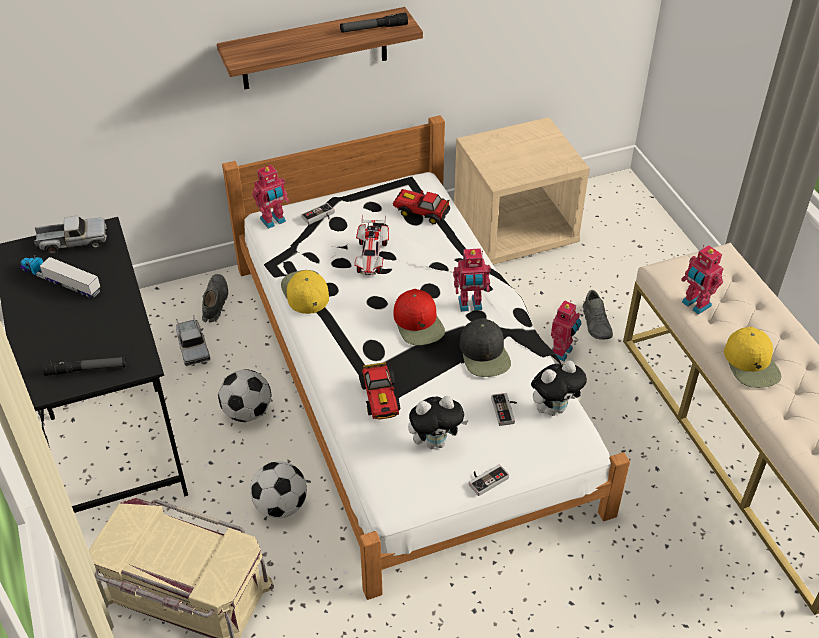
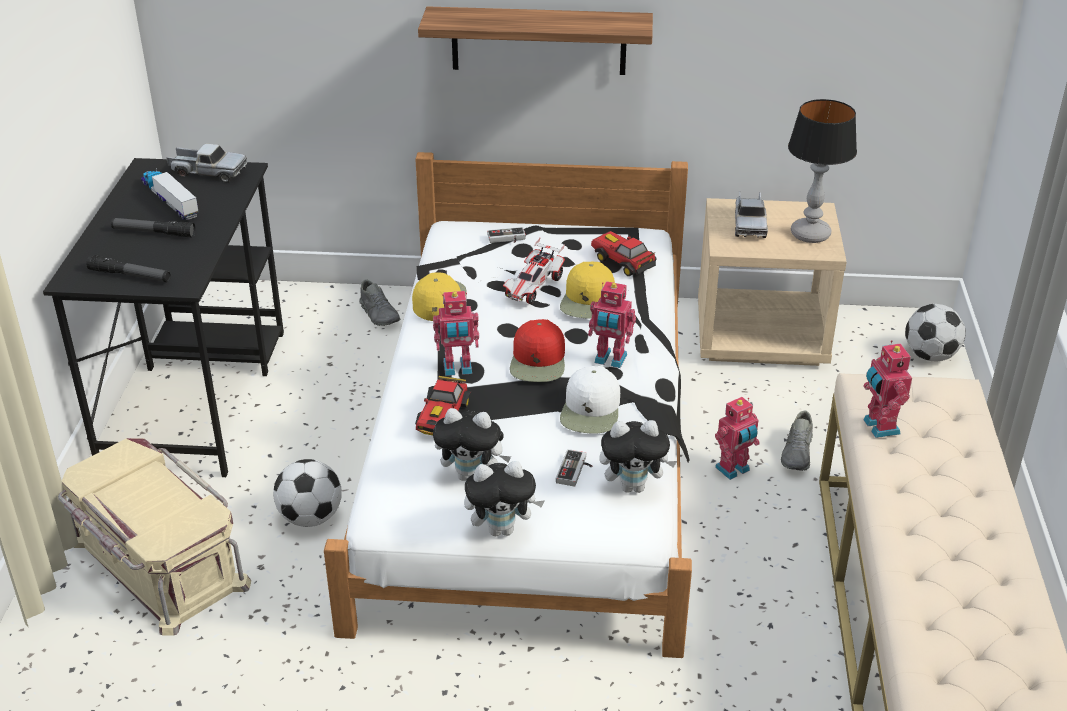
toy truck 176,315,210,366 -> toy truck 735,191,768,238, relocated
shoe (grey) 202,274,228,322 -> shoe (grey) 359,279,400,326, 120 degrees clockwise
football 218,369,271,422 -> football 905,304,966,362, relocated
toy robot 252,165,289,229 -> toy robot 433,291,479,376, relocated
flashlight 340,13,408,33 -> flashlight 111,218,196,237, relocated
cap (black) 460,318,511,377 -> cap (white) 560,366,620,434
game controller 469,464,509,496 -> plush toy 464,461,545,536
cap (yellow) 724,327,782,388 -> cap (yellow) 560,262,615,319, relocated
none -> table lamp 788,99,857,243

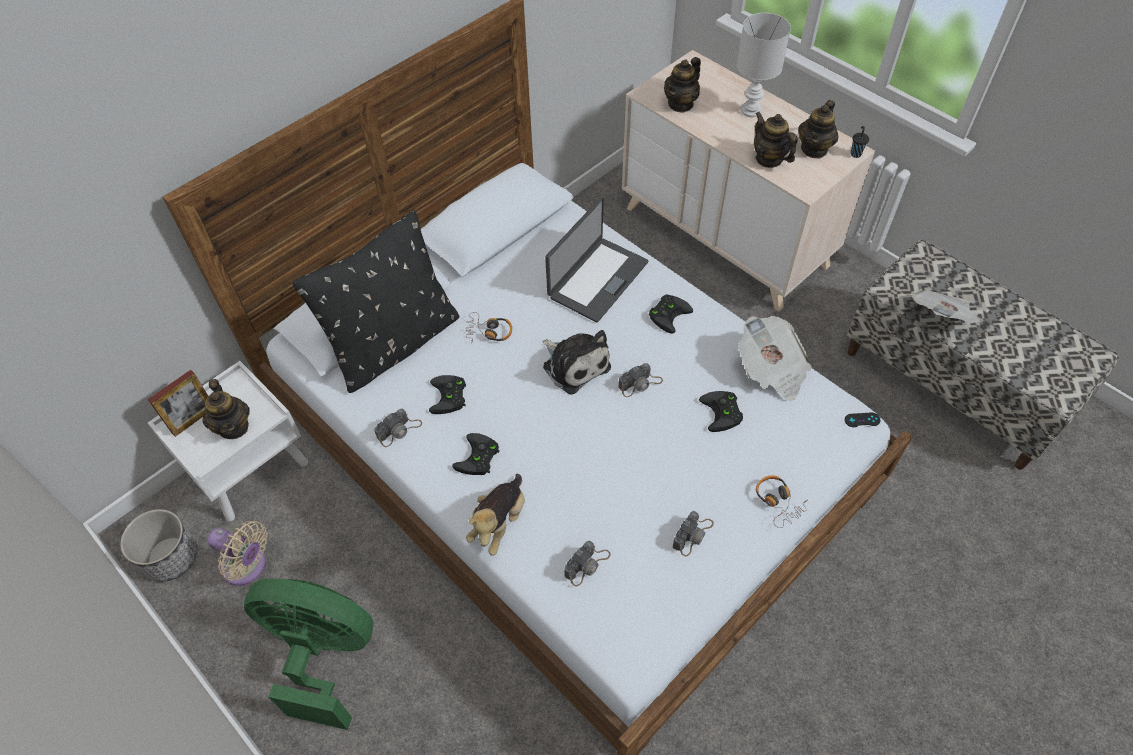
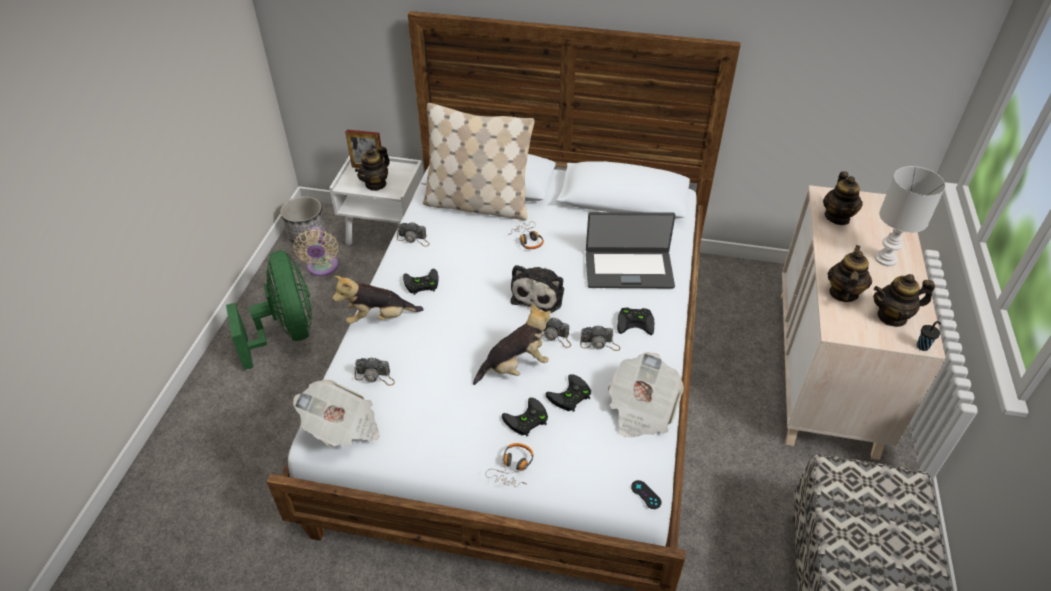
pillow (black) 292,210,459,393 -> pillow (beige) 423,103,534,220
game controller (black) 429,375,466,414 -> game controller (black) 502,397,548,436, relocated
teapot 664,57,701,113 -> teapot 823,171,863,225, 90 degrees counterclockwise
photo camera 673,511,714,556 -> photo camera 580,325,620,351, relocated
newspaper 911,288,982,324 -> newspaper 293,380,380,447, relocated
none -> plush toy 473,303,551,385

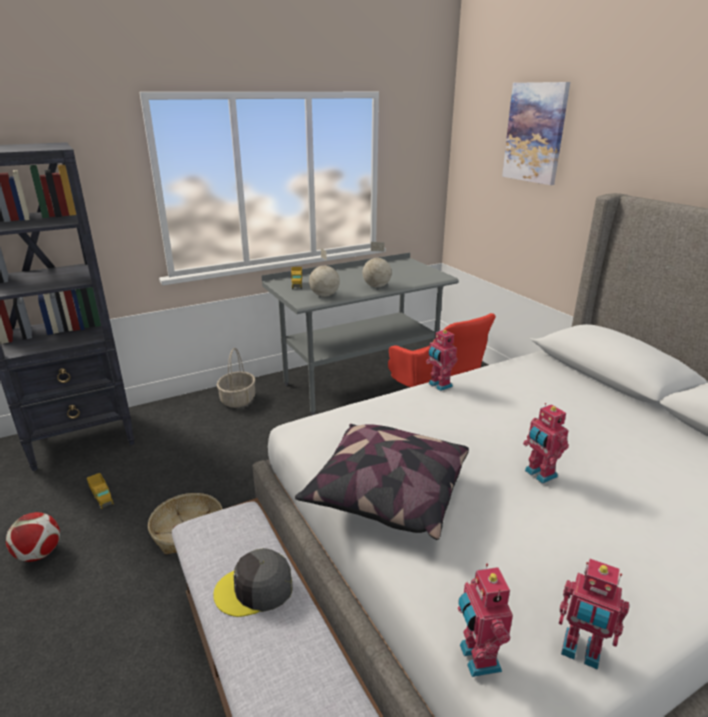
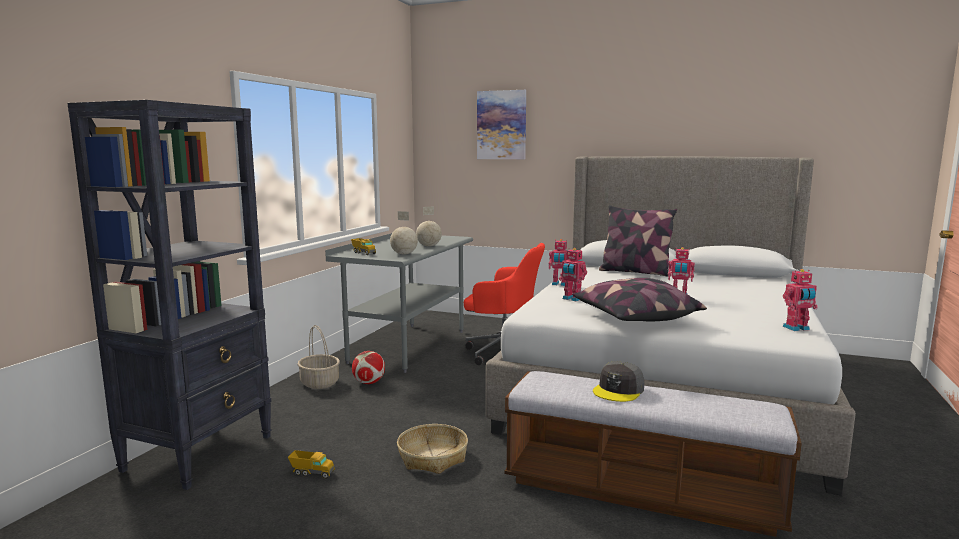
football 6,512,60,562 -> football 352,351,385,384, relocated
toy robot 458,564,513,677 -> toy robot 559,248,587,301, relocated
none -> pillow 599,205,677,277

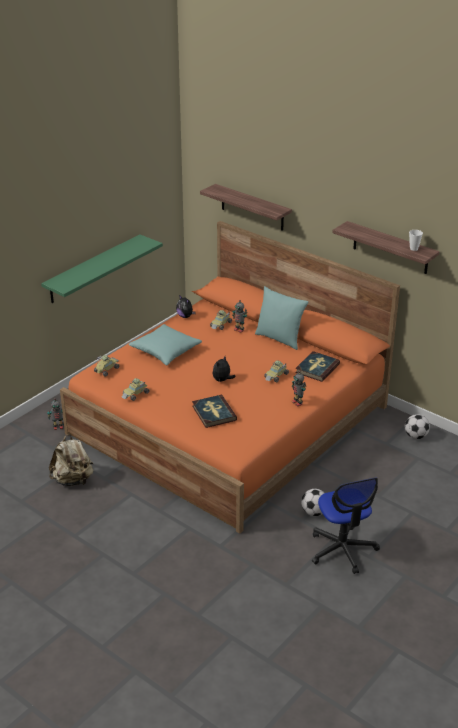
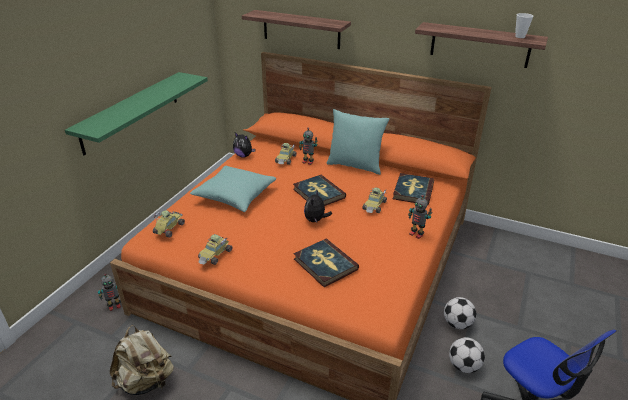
football 405,414,430,439 -> football 444,297,476,329, relocated
none -> book 293,175,346,206

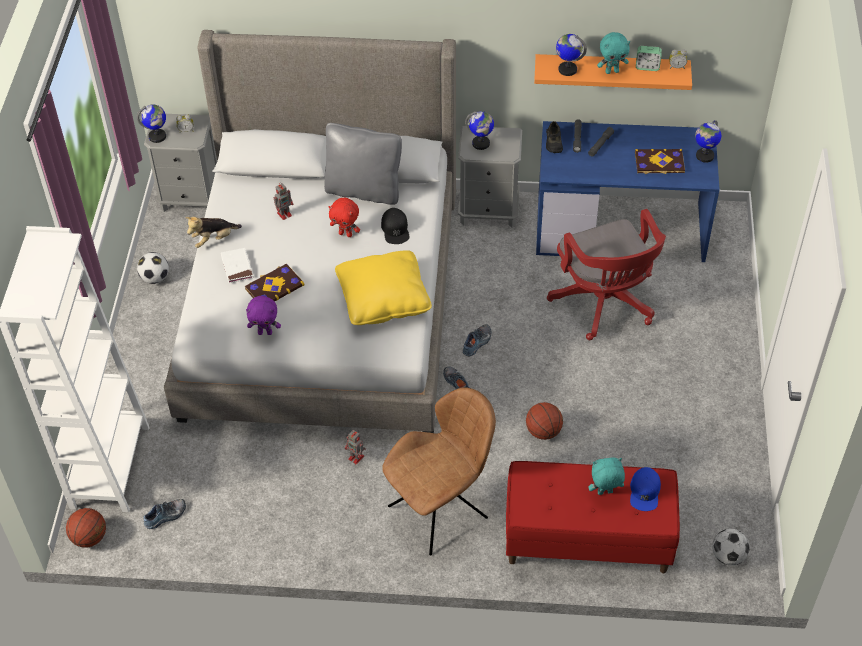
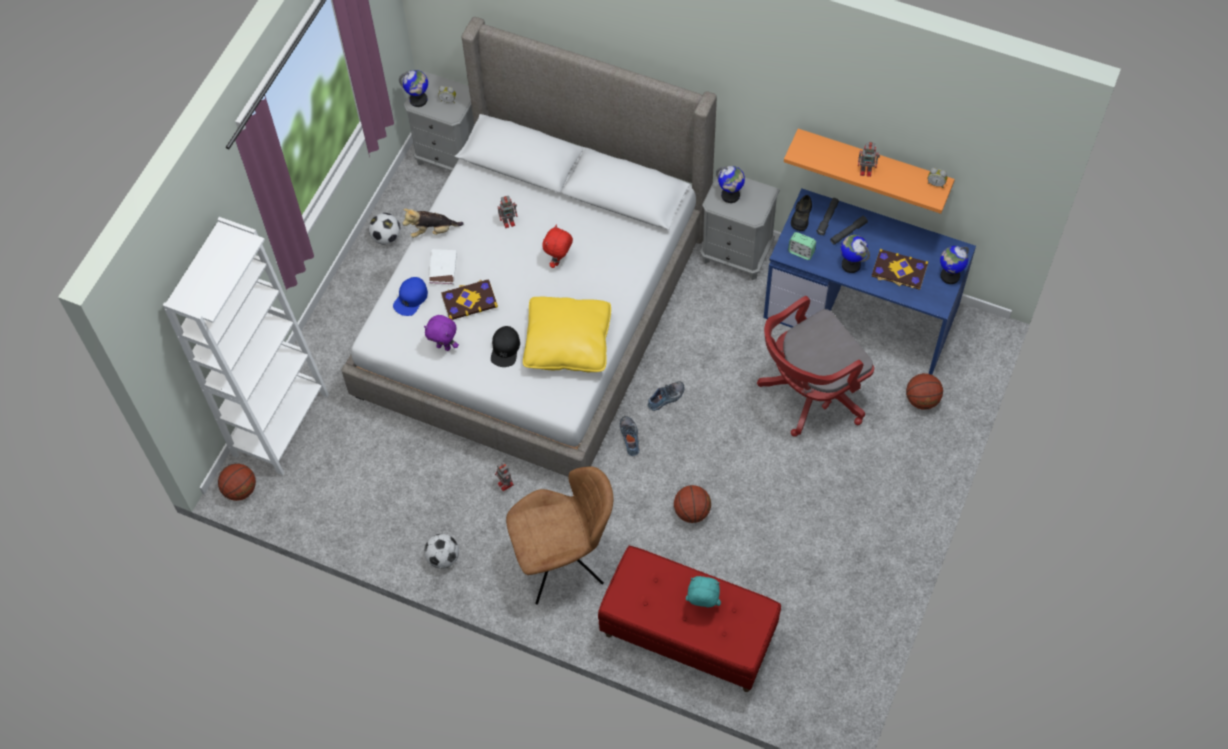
shoe 143,499,186,529 -> none
pillow (grey) 324,123,402,205 -> none
plush toy (red) 328,198,360,237 -> plush toy (red) 542,225,573,268, 75 degrees clockwise
cap (black) 381,208,410,244 -> cap (black) 491,326,520,367, relocated
office chair (red) 547,209,666,340 -> office chair (red) 757,296,874,437, 60 degrees clockwise
globe 556,34,587,76 -> globe 840,235,870,273, relocated
plush toy (turquoise) 597,32,630,74 -> toy robot 858,142,880,177
cap (blue) 630,467,661,511 -> cap (blue) 393,277,428,316, relocated
alarm clock 636,46,662,71 -> alarm clock 788,232,816,260, relocated
football 712,529,750,566 -> football 424,534,459,569, relocated
none -> basketball 906,373,943,410

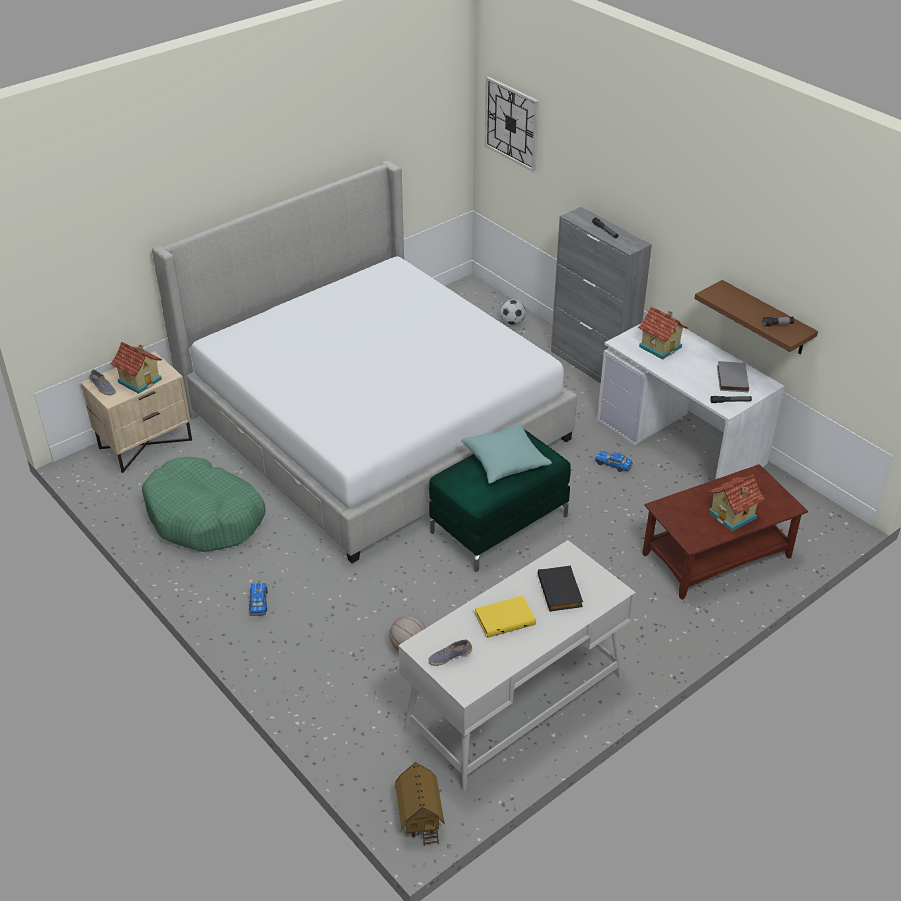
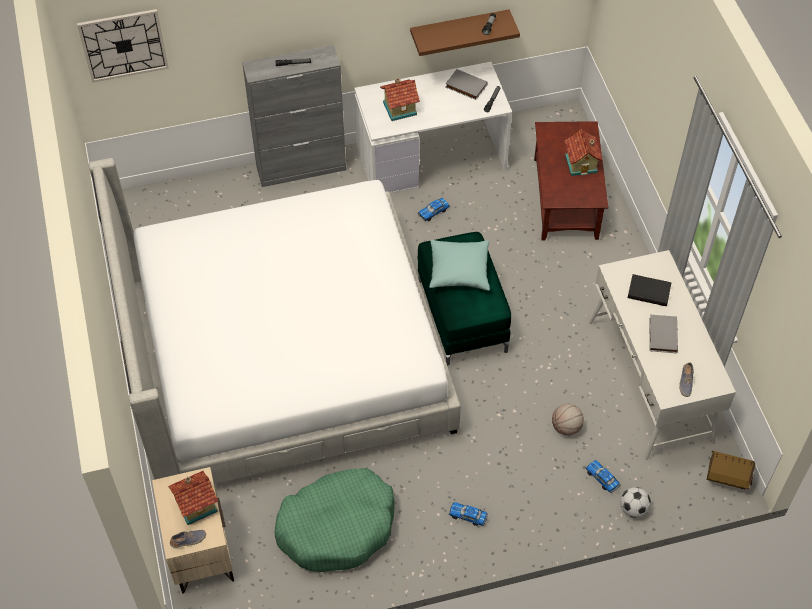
book (yellow) 475,595,536,638 -> book (grey) 649,315,678,353
football 500,299,526,325 -> football 620,487,651,518, relocated
none -> toy car 586,460,620,493

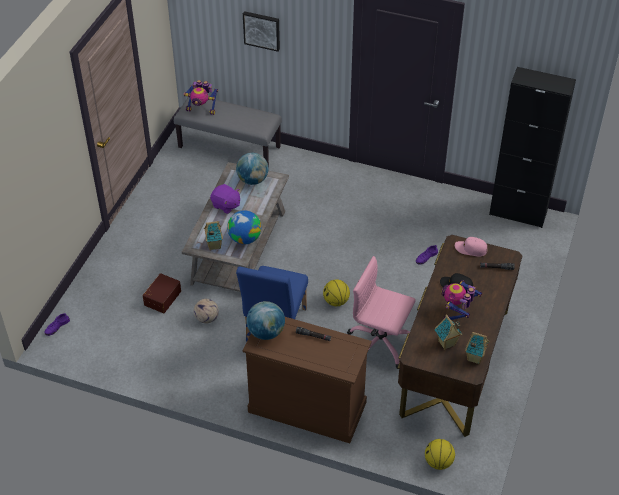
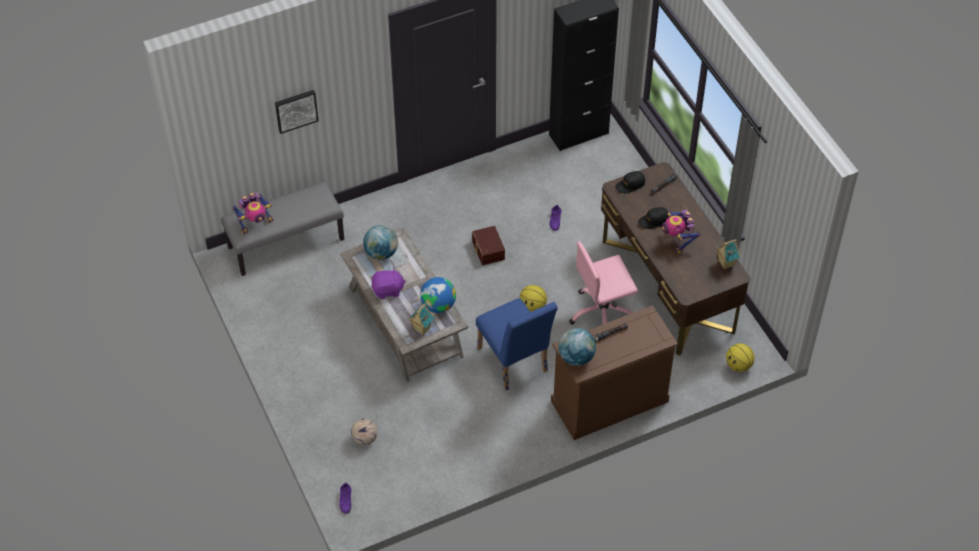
storage box (brown) 142,273,181,313 -> storage box (brown) 472,226,505,265, relocated
football 194,299,219,323 -> football 351,419,378,445, relocated
toy house 435,314,462,350 -> none
cap (pink) 455,237,487,257 -> cap (black) 615,171,645,193

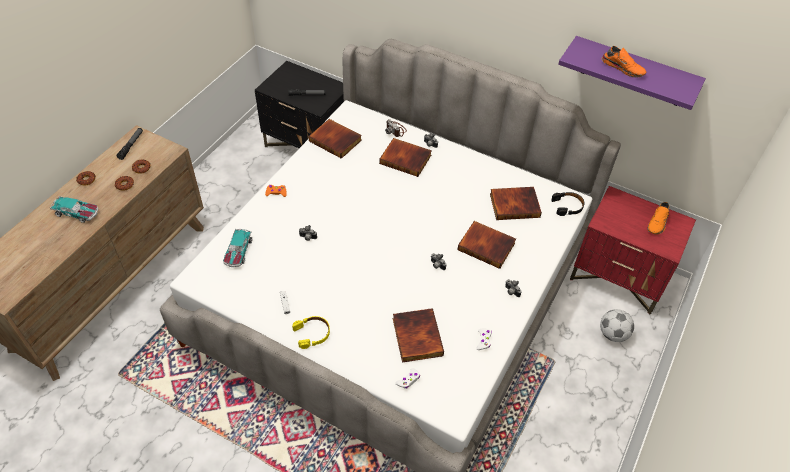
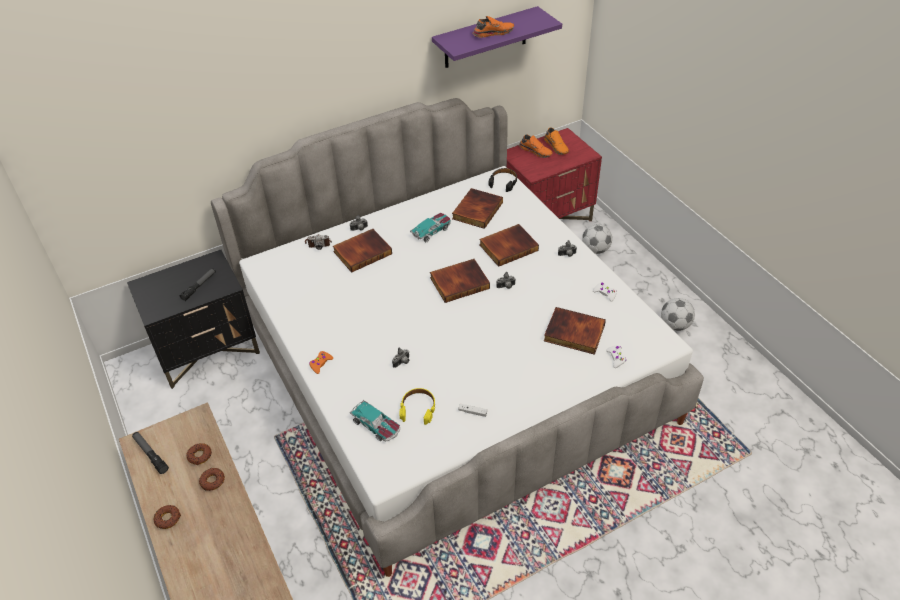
toy car 50,196,99,223 -> toy car 410,213,451,242, relocated
headphones (yellow) 292,316,330,349 -> headphones (yellow) 400,388,435,425, relocated
book 308,119,362,159 -> book 430,259,490,303, relocated
none -> shoe (orange) 519,134,553,158
none -> football 661,298,695,331

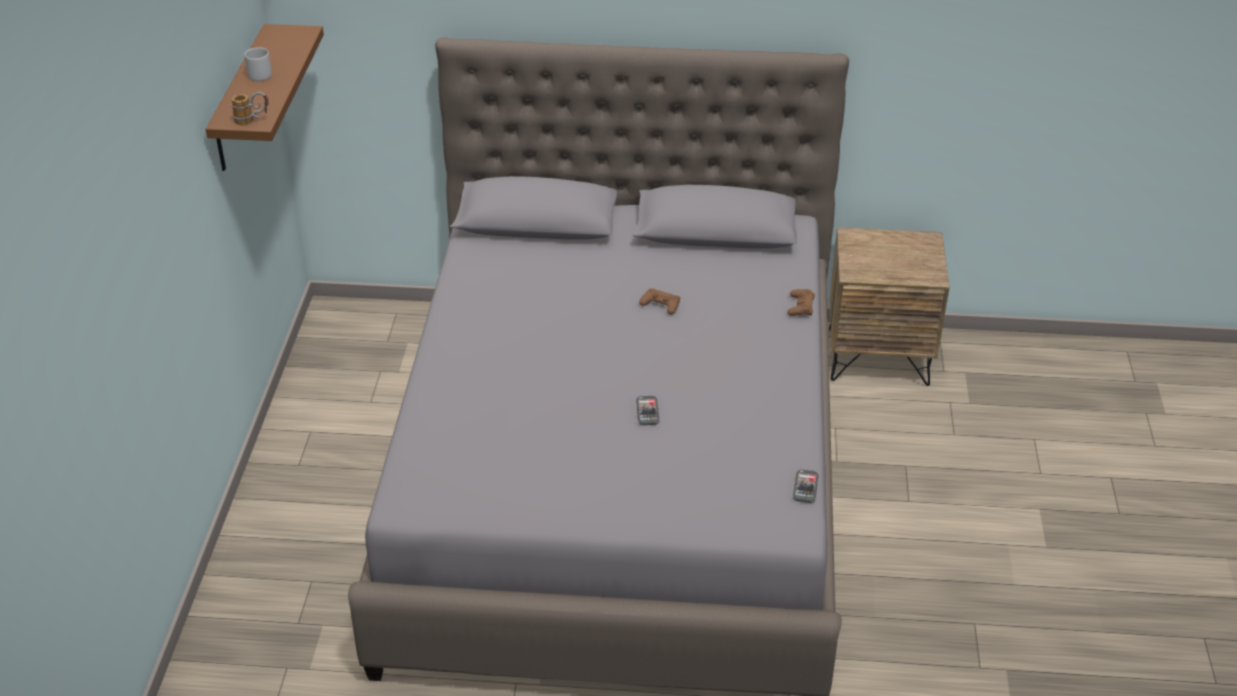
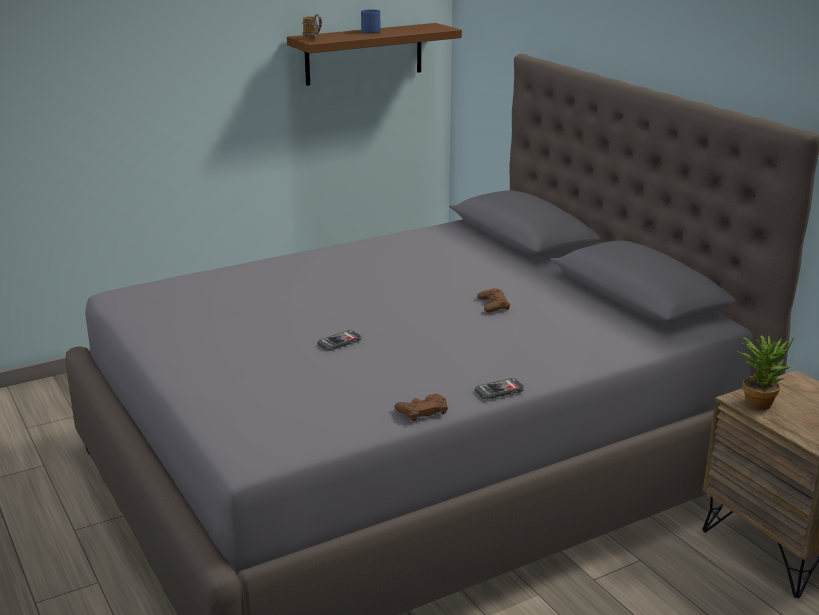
mug (grey) 245,47,272,81 -> mug (blue) 361,9,380,34
game controller (brown) 787,289,815,316 -> game controller (brown) 394,394,448,422, relocated
phone 793,469,819,503 -> phone 475,378,524,399, relocated
none -> potted plant 737,335,793,410

